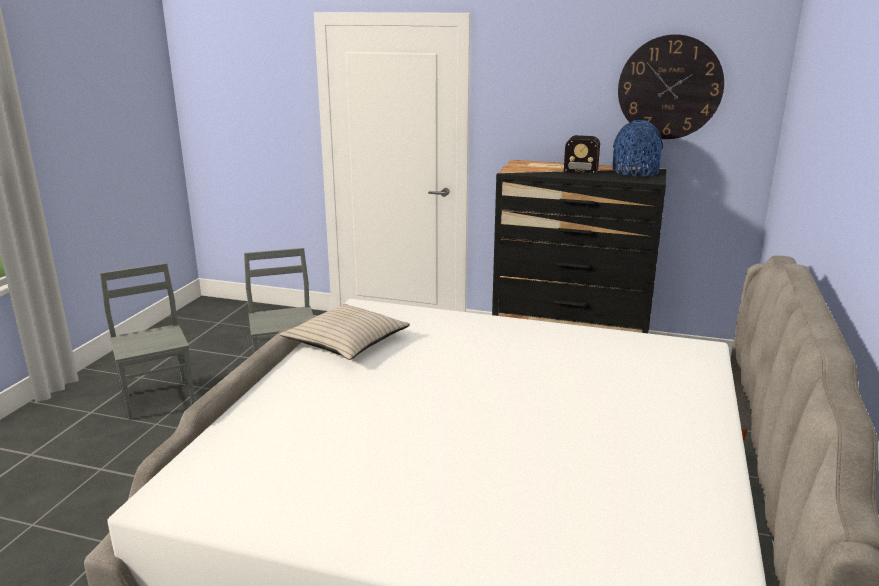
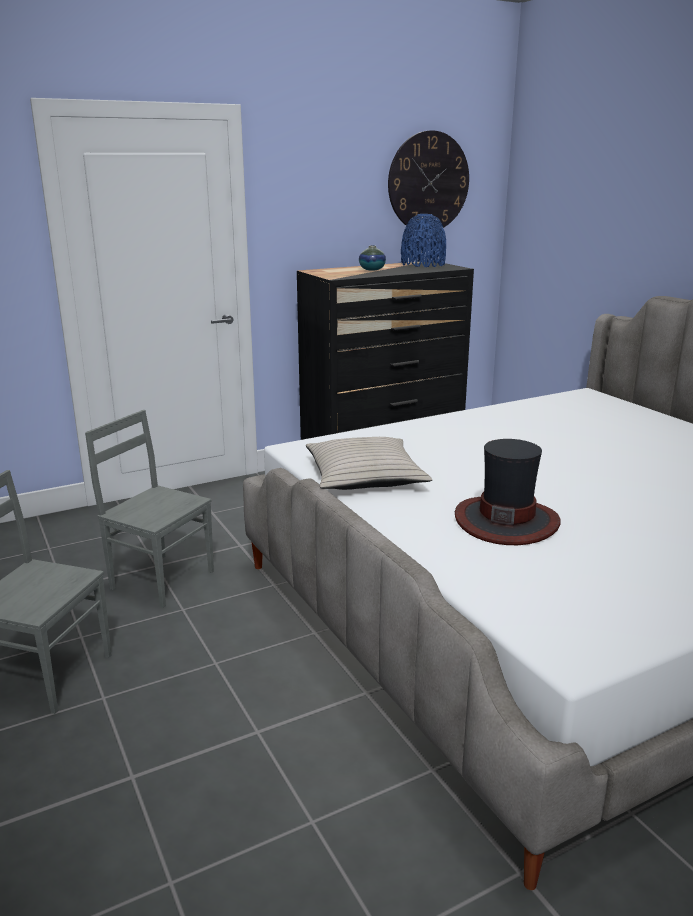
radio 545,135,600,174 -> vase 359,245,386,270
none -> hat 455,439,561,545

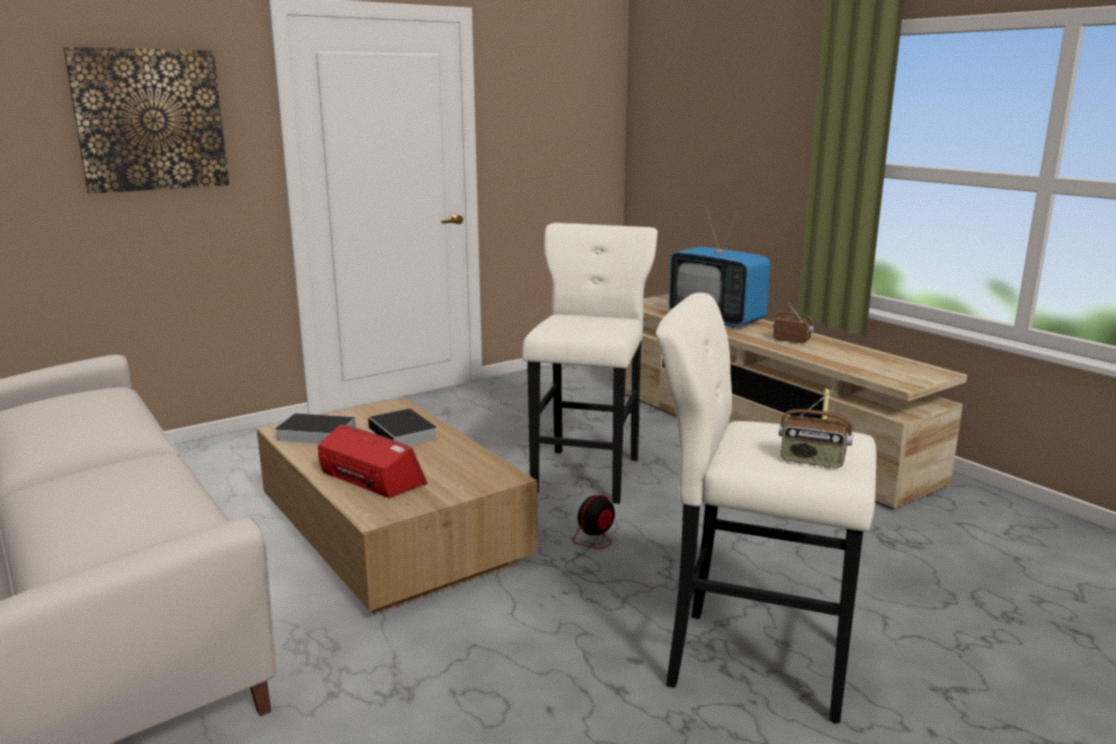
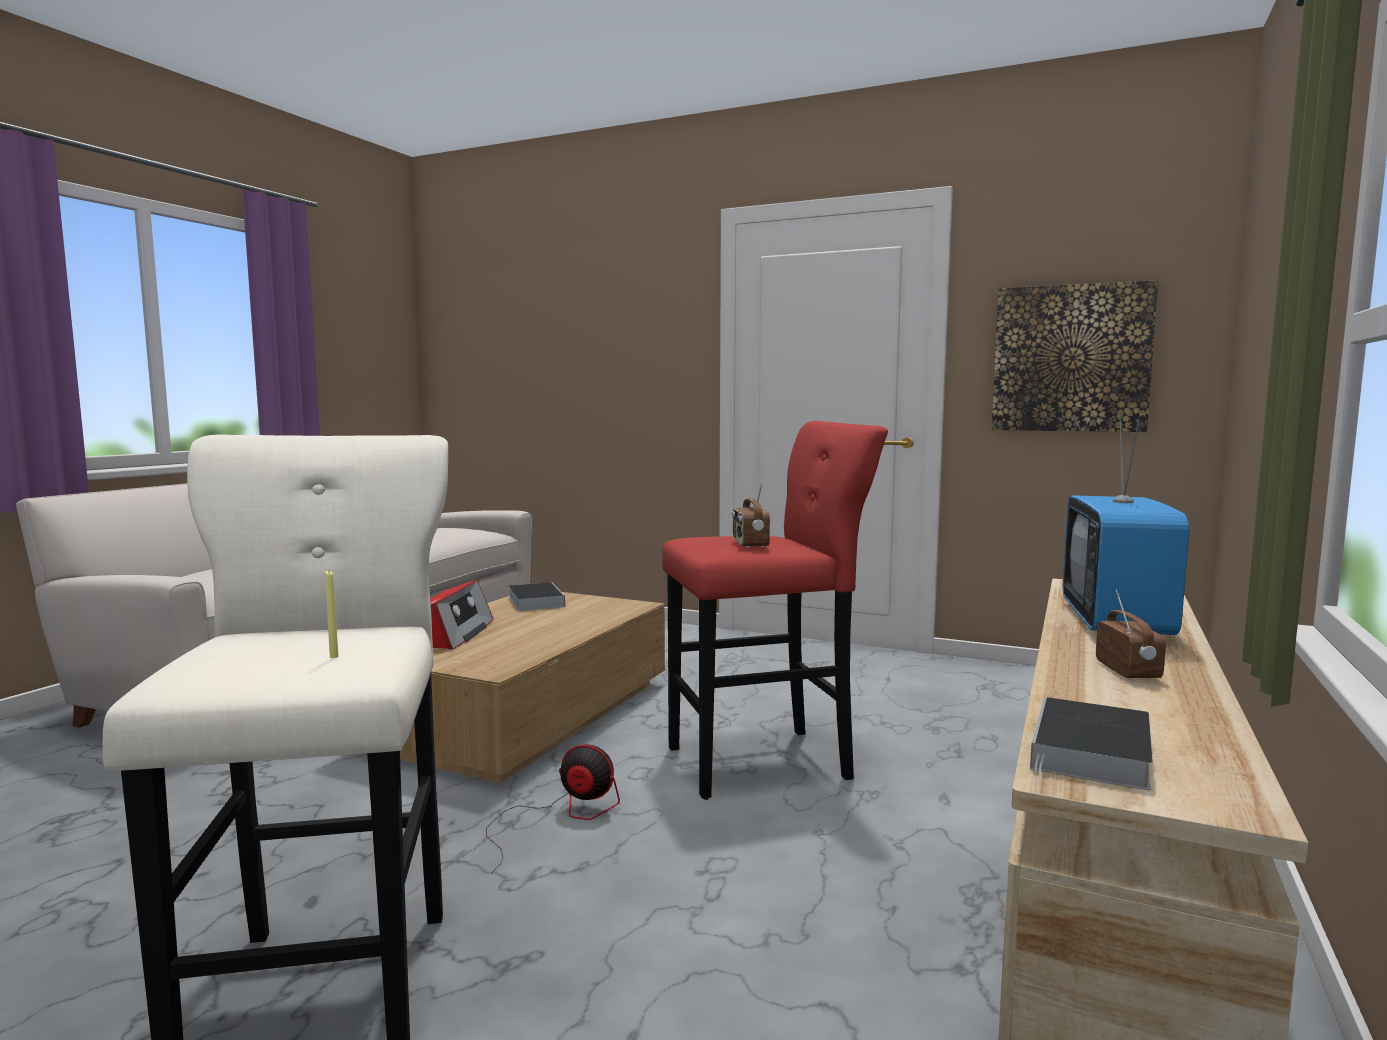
picture 64,47,229,194 -> picture 991,280,1158,432, relocated
book 368,409,437,446 -> book 1030,697,1153,790, relocated
stool (beige) 522,223,658,504 -> stool (red) 662,421,888,800
radio 779,390,853,468 -> radio 732,482,770,548, relocated

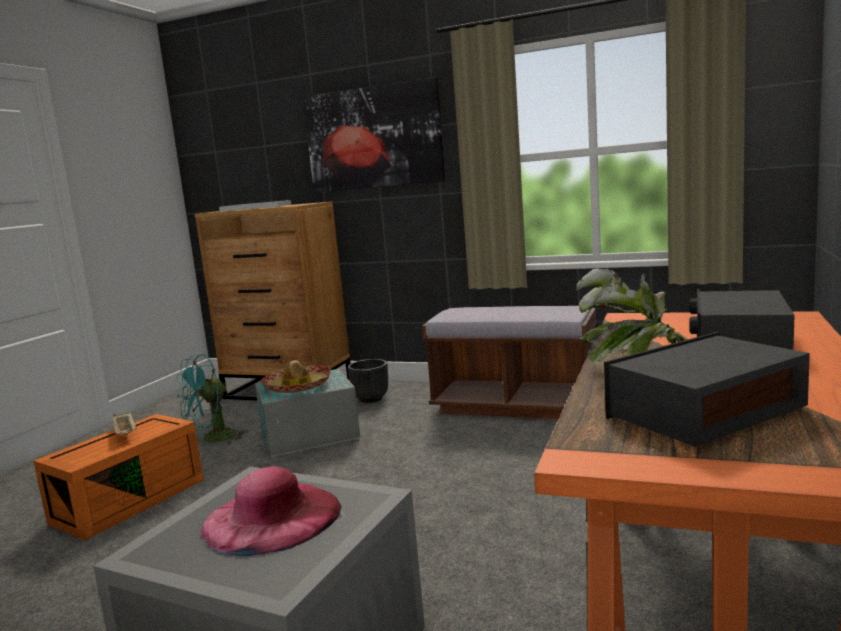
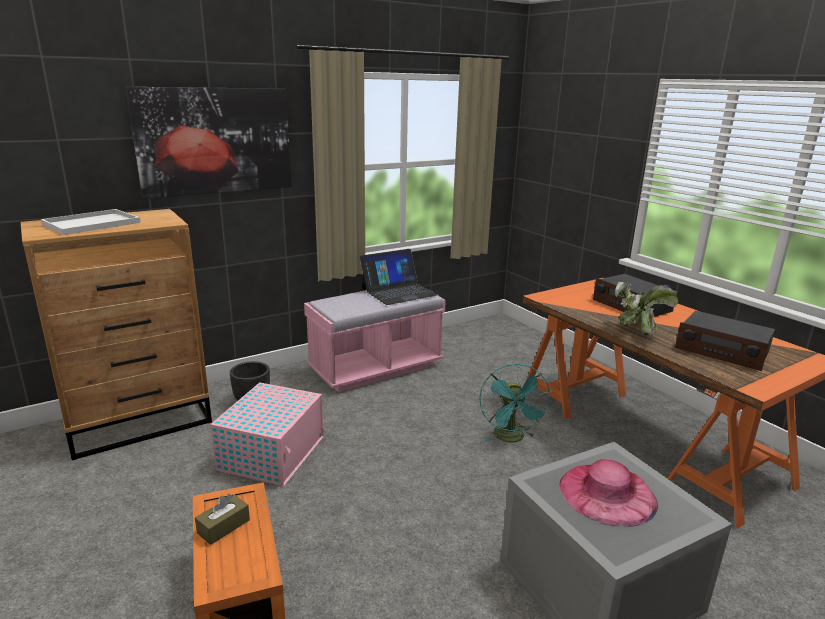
tray (beige) 113,412,137,434 -> tissue box (brown) 195,494,250,545
fan (turquoise) 176,354,248,445 -> fan (turquoise) 479,363,552,442, relocated
storage box (grey) 255,369,360,457 -> storage box (pink) 210,382,324,486
hat 260,360,331,393 -> none
bench (brown) 422,306,596,419 -> bench (pink) 304,290,446,393
radio 604,332,810,447 -> radio 675,311,775,371, 60 degrees counterclockwise
none -> laptop 360,249,438,305

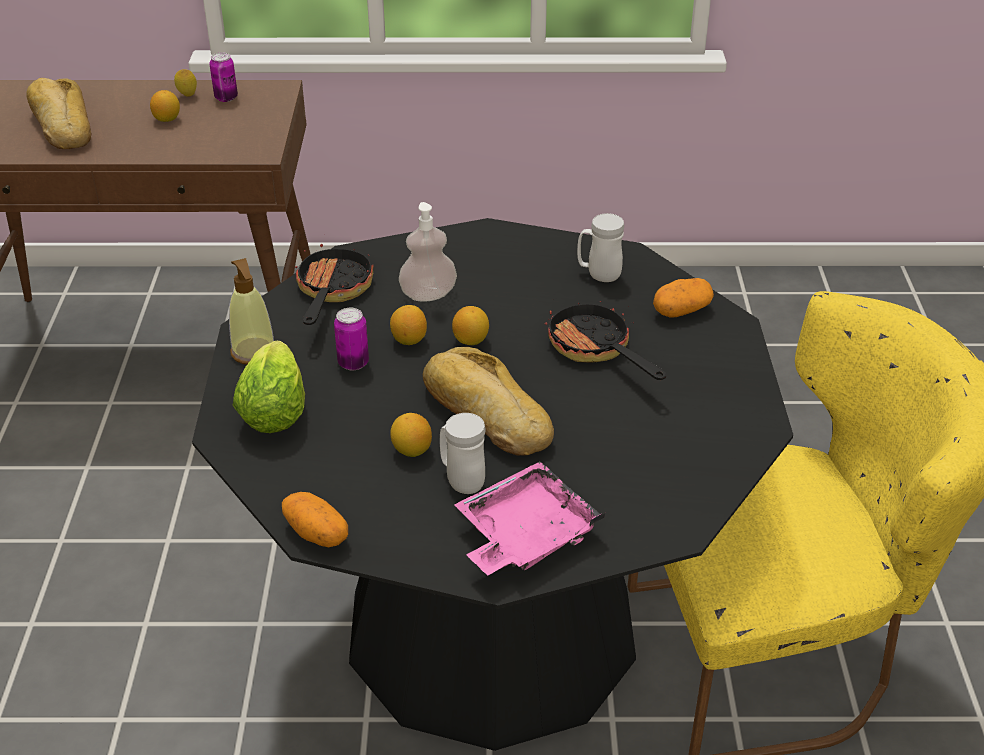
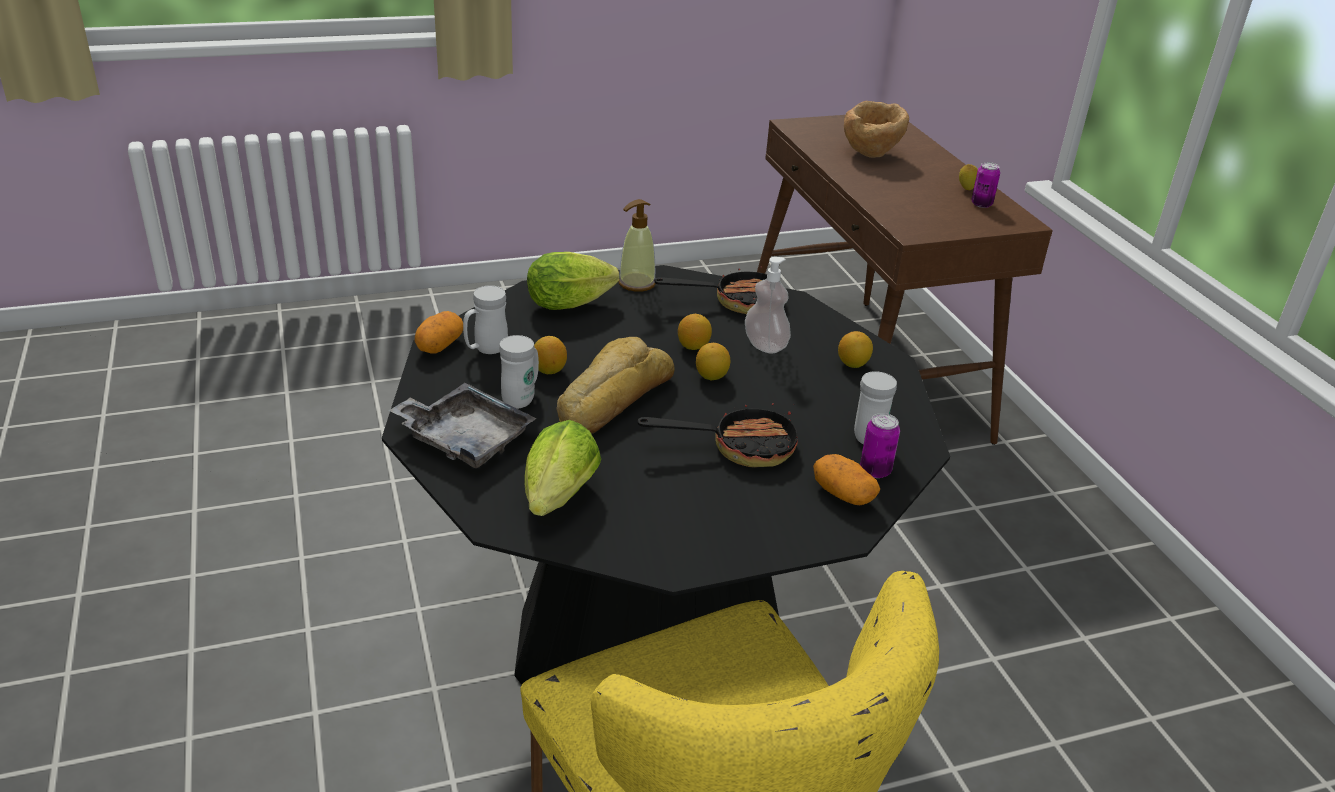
bread 26,78,91,149 -> bowl (brown) 844,101,909,158
lemon 150,90,180,122 -> lemon 838,331,873,368, relocated
can 334,308,369,370 -> can 860,413,900,478, relocated
tray (pink) 454,461,605,575 -> tray (grey) 389,383,537,468
frying pan 545,299,666,380 -> frying pan 638,403,798,468, 45 degrees clockwise
none -> mug (white) 463,285,508,354
none -> lettuce 524,420,601,516

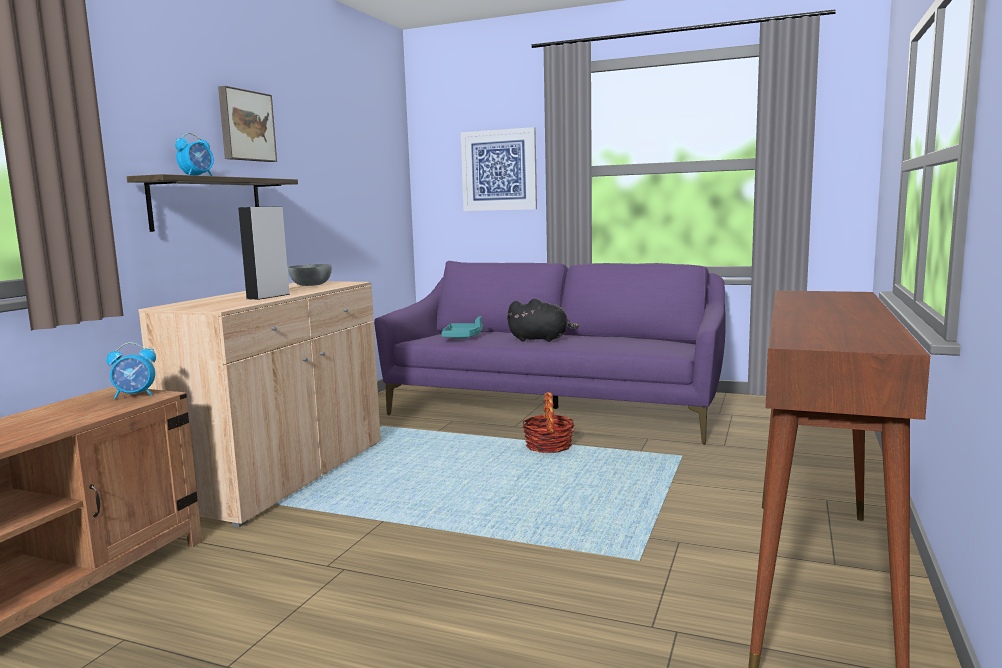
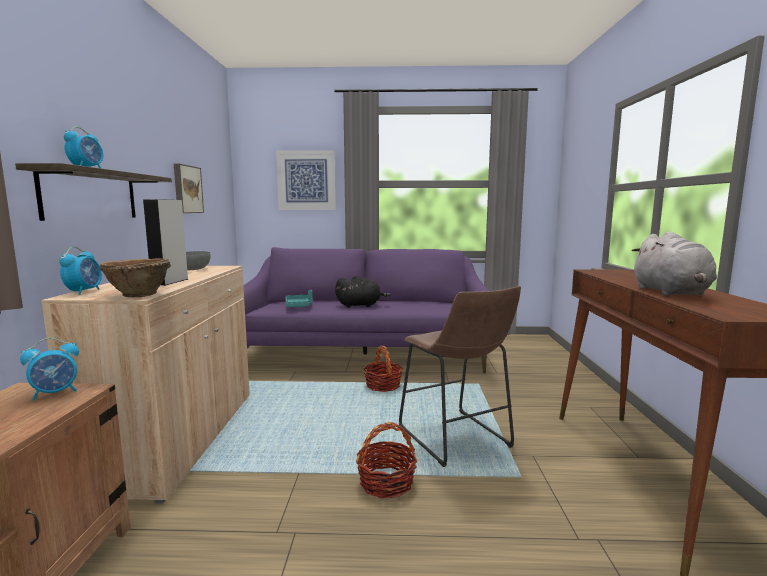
picture 218,86,277,162 -> picture 174,164,204,213, relocated
none -> alarm clock 59,246,102,295
none -> bowl (brown) 99,258,171,297
none -> basket 356,422,417,499
none -> stool (brown) 399,286,521,467
none -> plush toy (grey) 632,231,717,296

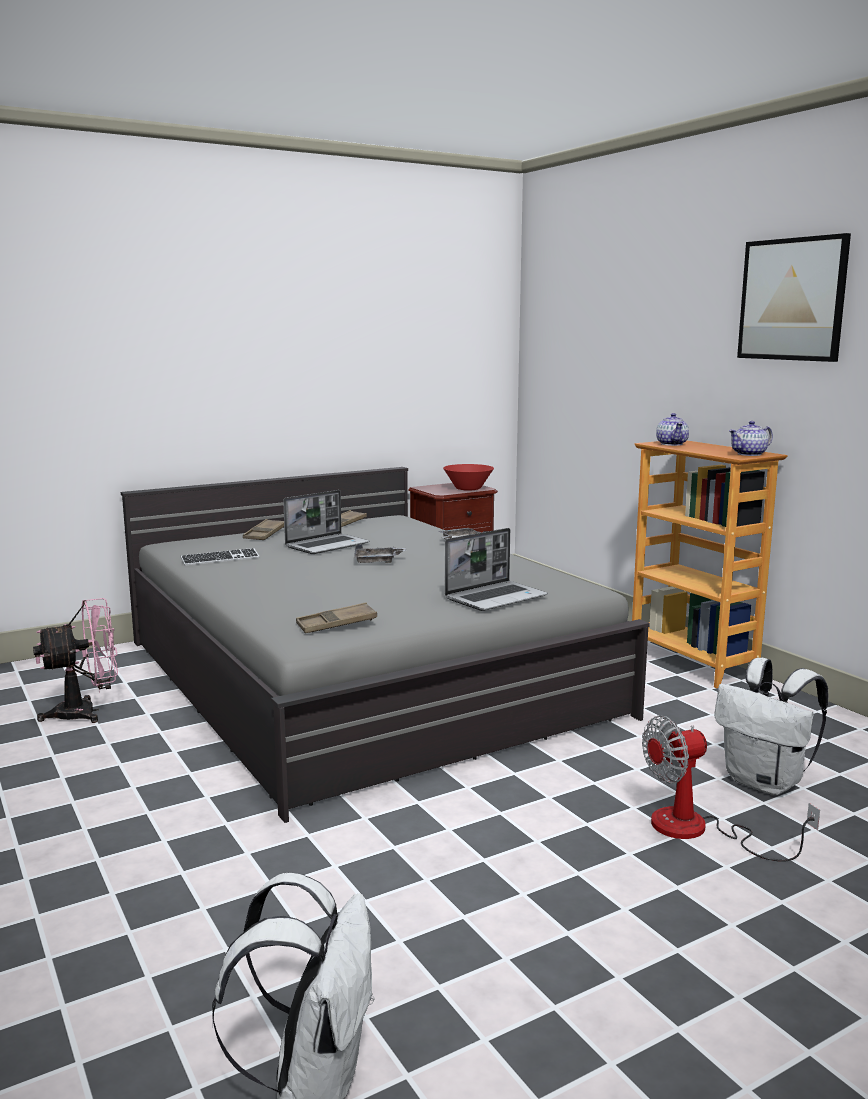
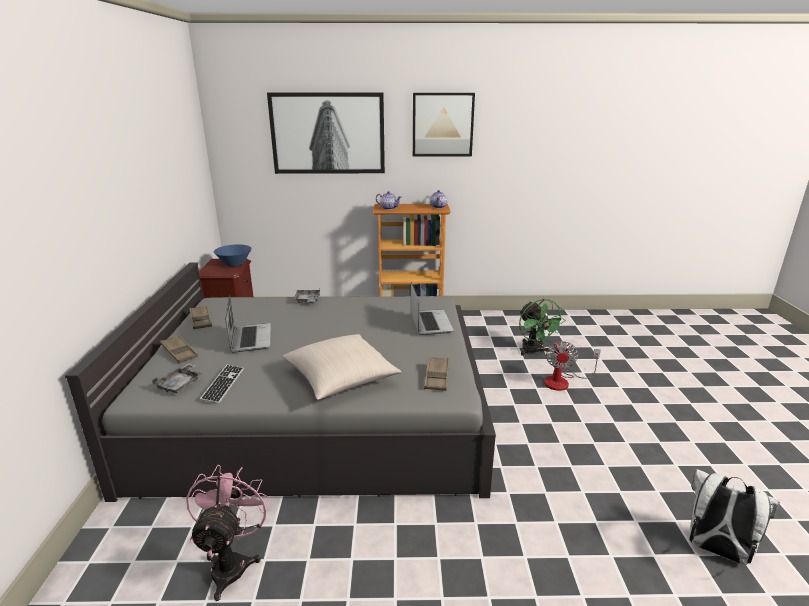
tray (grey) 354,544,406,563 -> tray (grey) 152,363,203,393, relocated
bowl (red) 443,464,494,491 -> bowl (blue) 214,244,252,267
backpack (white) 714,658,828,795 -> fan (green) 519,299,566,356
none -> picture 267,92,385,174
none -> pillow (beige) 283,334,401,400

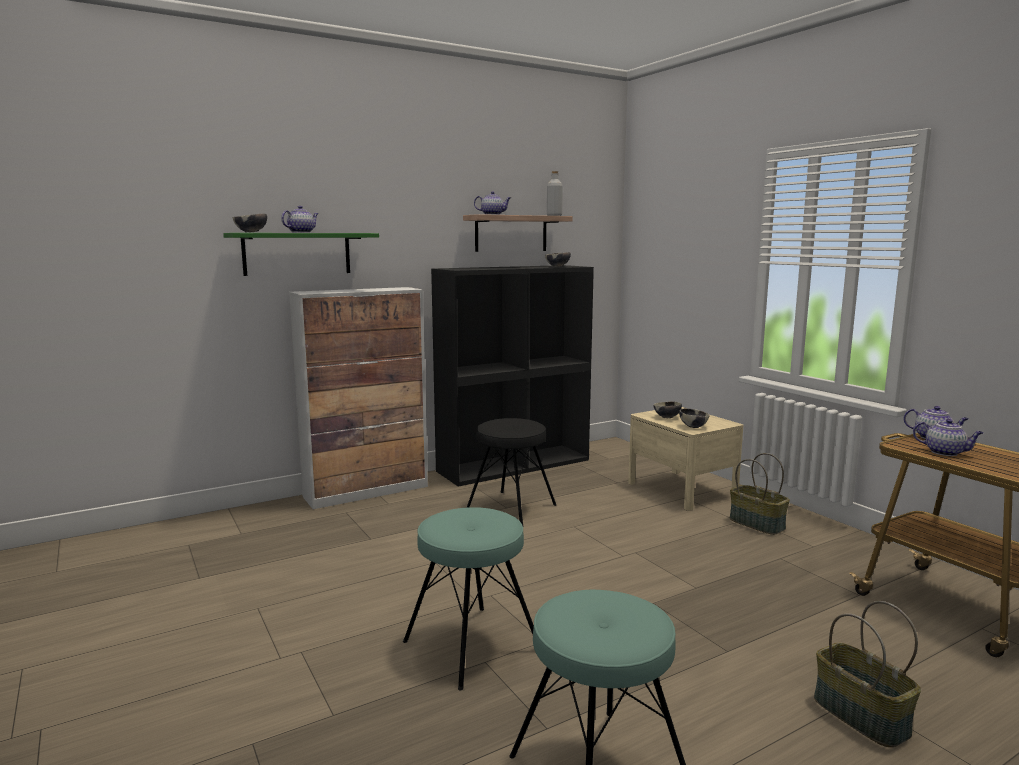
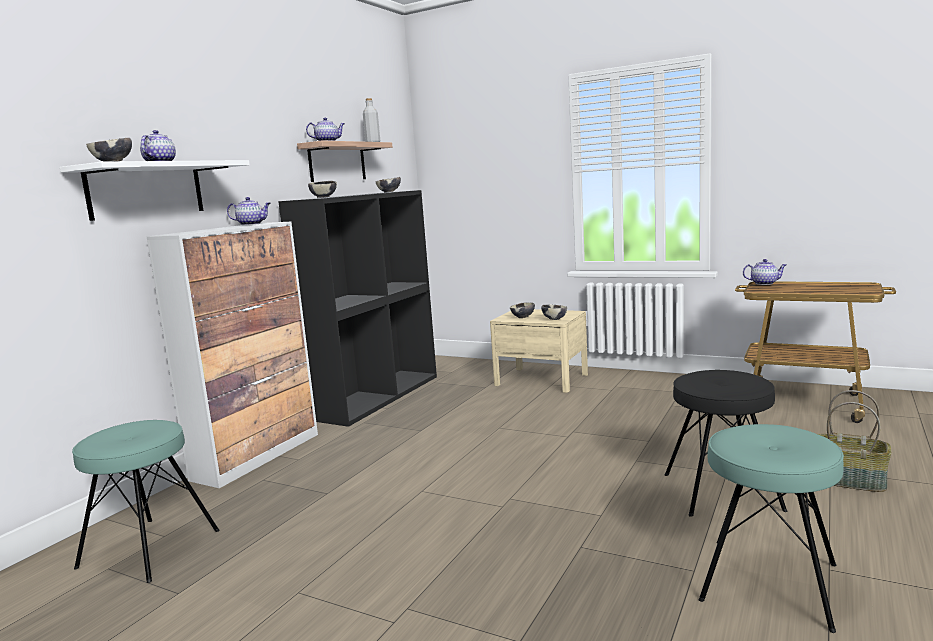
shelf (green) 223,233,379,276 -> shelf (white) 60,160,250,221
stool (turquoise) 403,507,534,691 -> stool (turquoise) 72,420,220,583, relocated
stool (black) 466,418,556,526 -> stool (black) 665,370,787,517, relocated
basket 730,453,790,535 -> none
teapot 913,419,983,456 -> teapot 227,197,270,225, relocated
none -> bowl 308,181,337,198

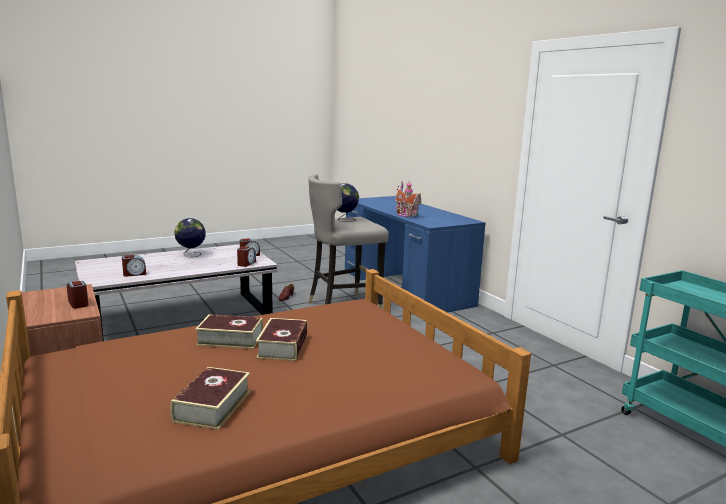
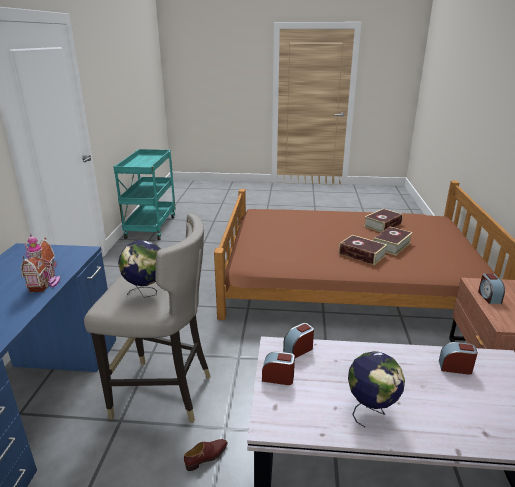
book 256,318,308,361 -> book 373,226,413,256, relocated

